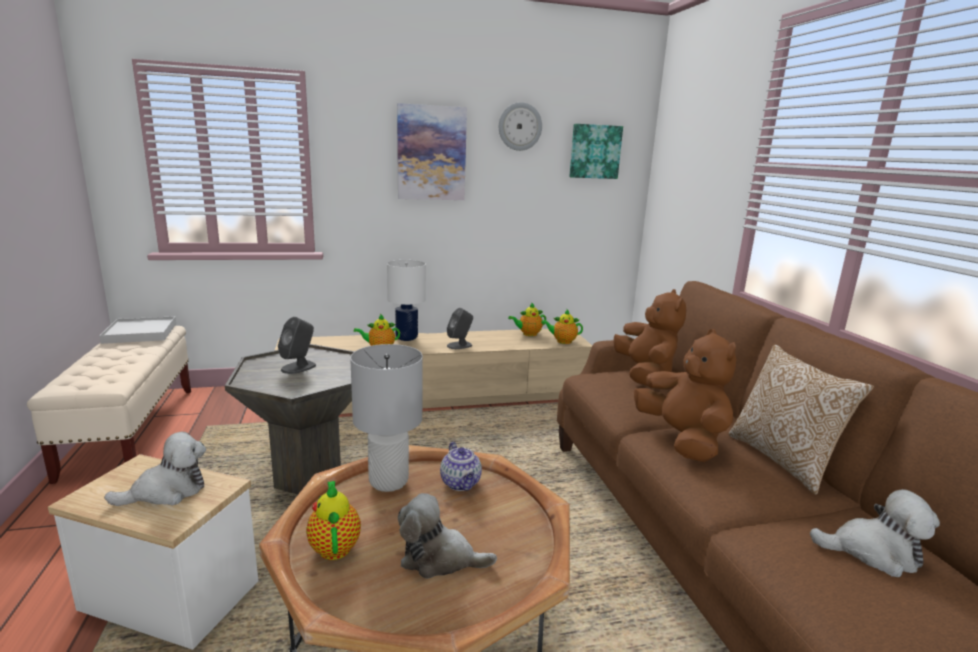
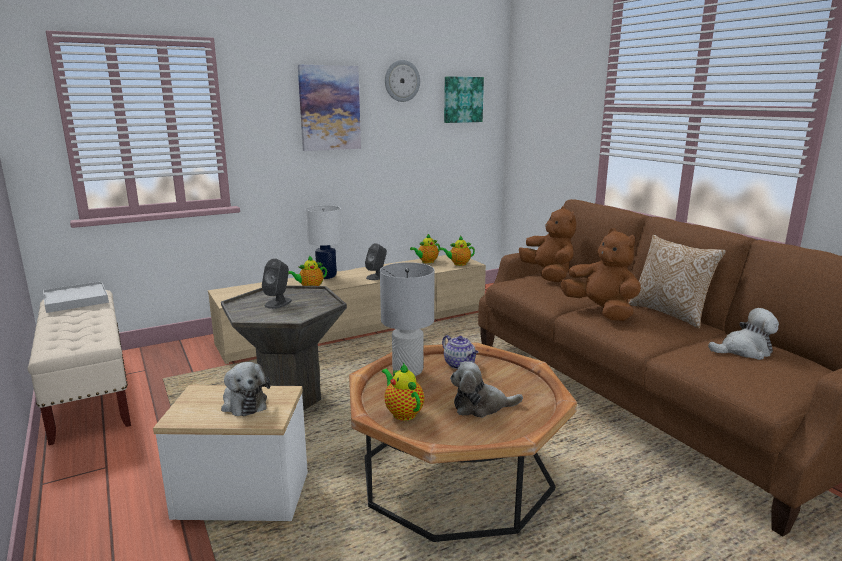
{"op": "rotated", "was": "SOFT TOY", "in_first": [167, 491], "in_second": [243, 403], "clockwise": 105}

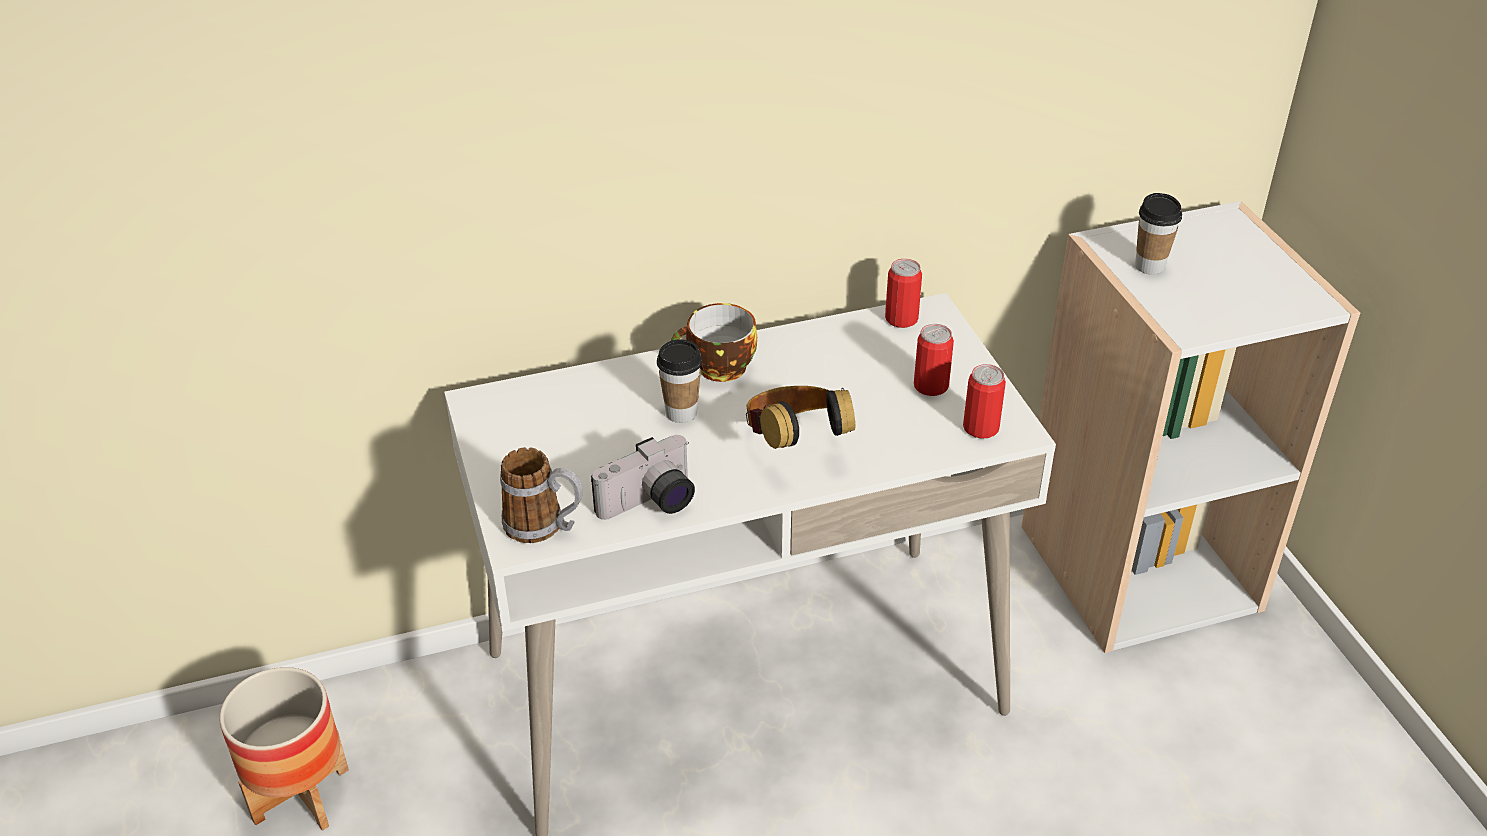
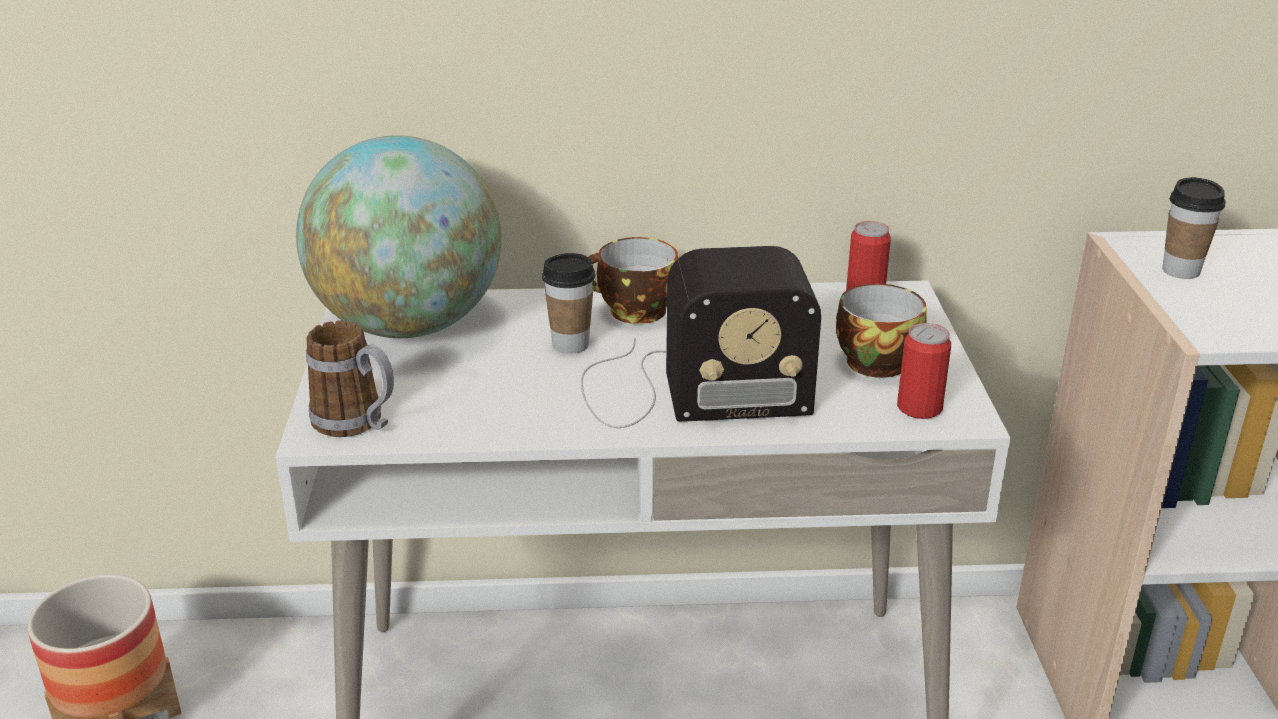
{"op": "new", "now": "DESK GLOBE", "in_second": [409, 325]}
{"op": "swapped", "was": "HEADSET", "now": "RADIO RECEIVER", "in_first": [795, 443], "in_second": [686, 390]}
{"op": "swapped", "was": "METAL CAN", "now": "CUP", "in_first": [930, 386], "in_second": [873, 360]}
{"op": "gone", "was": "PHOTO CAMERA", "in_first": [651, 504]}

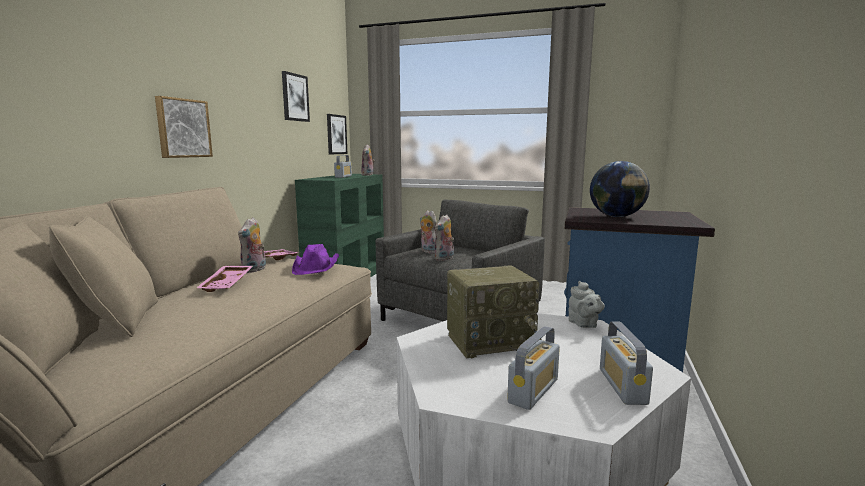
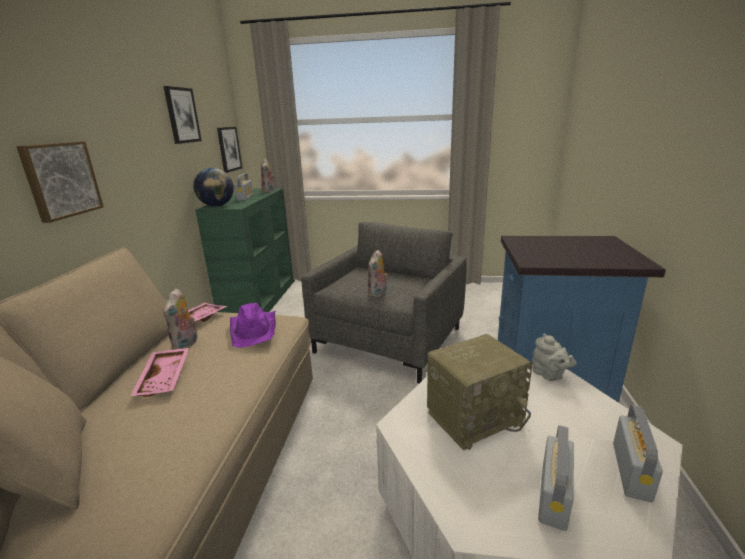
{"op": "shifted", "was": "DESK GLOBE", "in_first": [616, 216], "in_second": [217, 206]}
{"op": "rotated", "was": "RADIO RECEIVER", "in_first": [622, 386], "in_second": [631, 471], "clockwise": -150}
{"op": "gone", "was": "SOFT TOY", "in_first": [428, 251]}

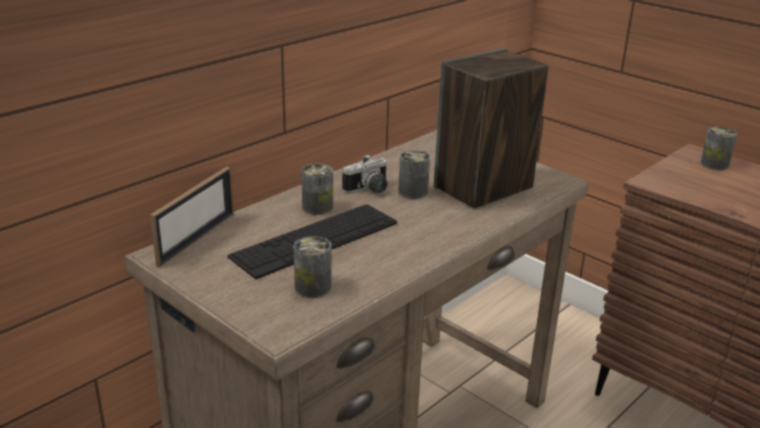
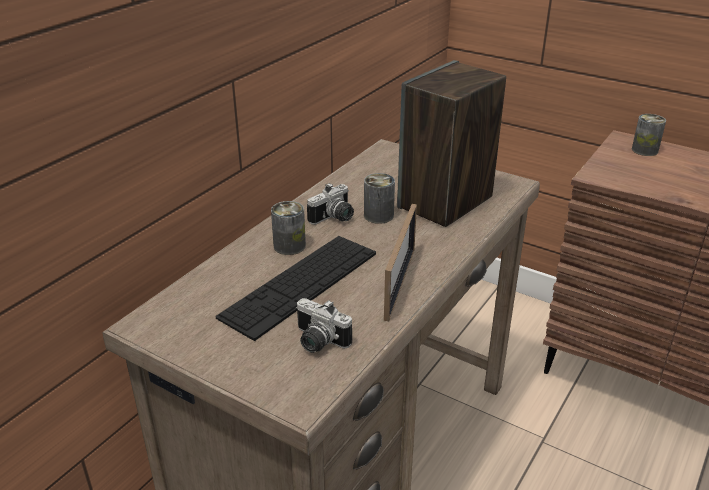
{"op": "swapped", "was": "METAL CAN", "now": "PHOTO CAMERA", "in_first": [313, 287], "in_second": [317, 342]}
{"op": "shifted", "was": "PHOTO FRAME", "in_first": [197, 239], "in_second": [399, 283]}

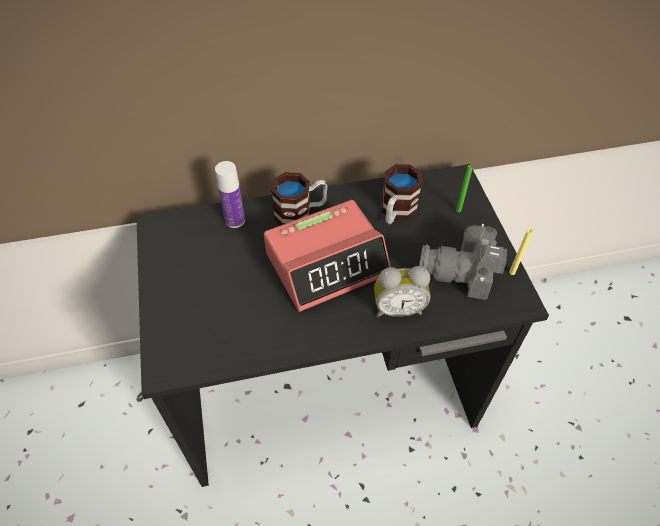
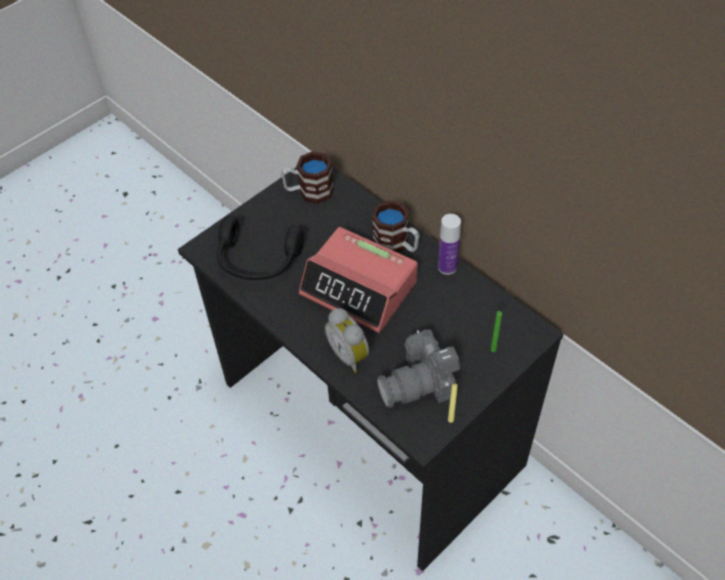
{"op": "new", "now": "BLACK-COLOURED HEADSET", "in_second": [257, 260]}
{"op": "shifted", "was": "MUG", "in_first": [396, 213], "in_second": [309, 192]}
{"op": "rotated", "was": "PHOTO CAMERA", "in_first": [462, 273], "in_second": [420, 383], "clockwise": -90}
{"op": "shifted", "was": "BEVERAGE BOTTLE", "in_first": [235, 220], "in_second": [447, 267]}

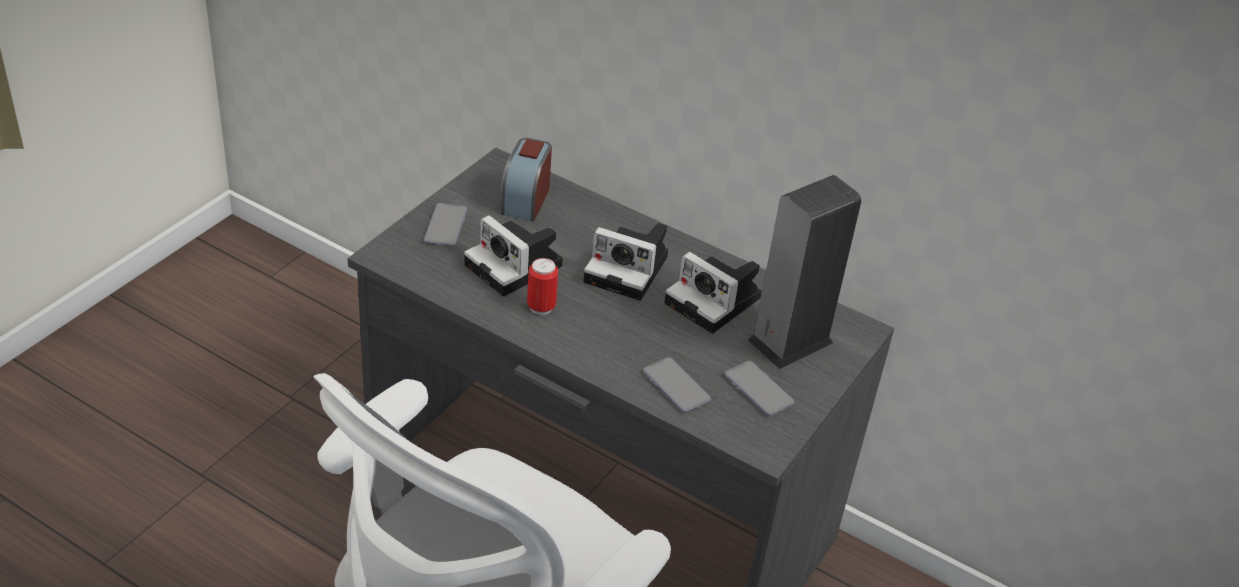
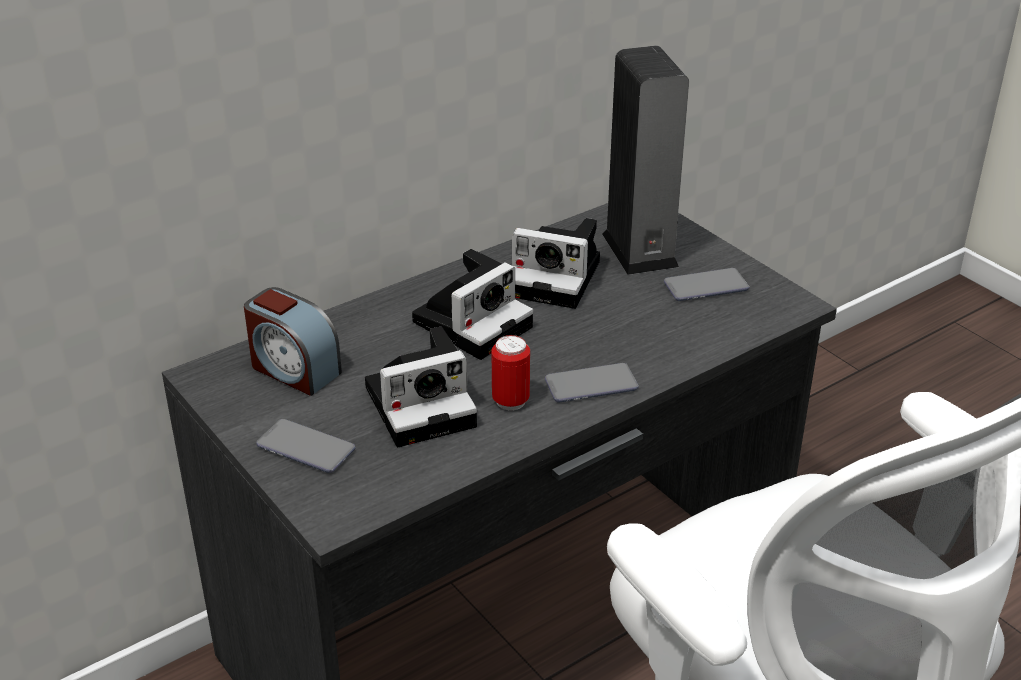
{"op": "rotated", "was": "PHOTO CAMERA", "in_first": [716, 302], "in_second": [557, 278], "clockwise": 45}
{"op": "shifted", "was": "HANDSET", "in_first": [676, 386], "in_second": [591, 385]}

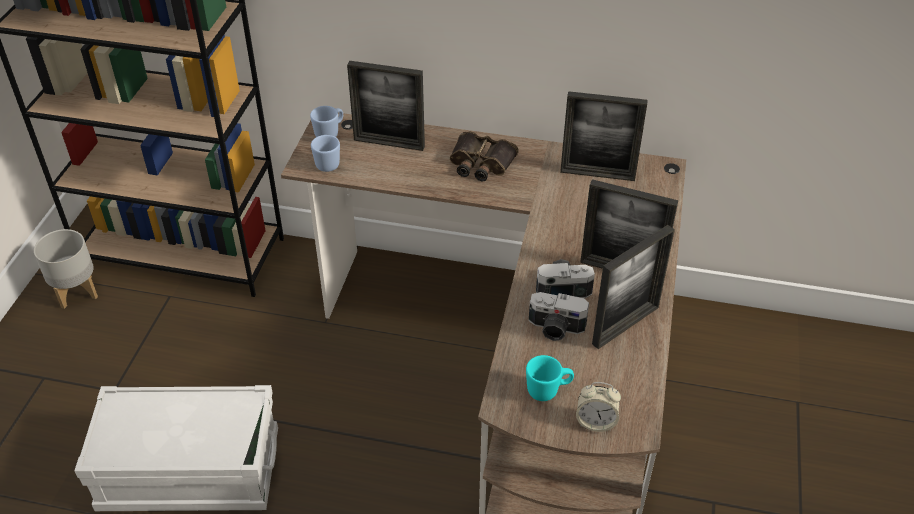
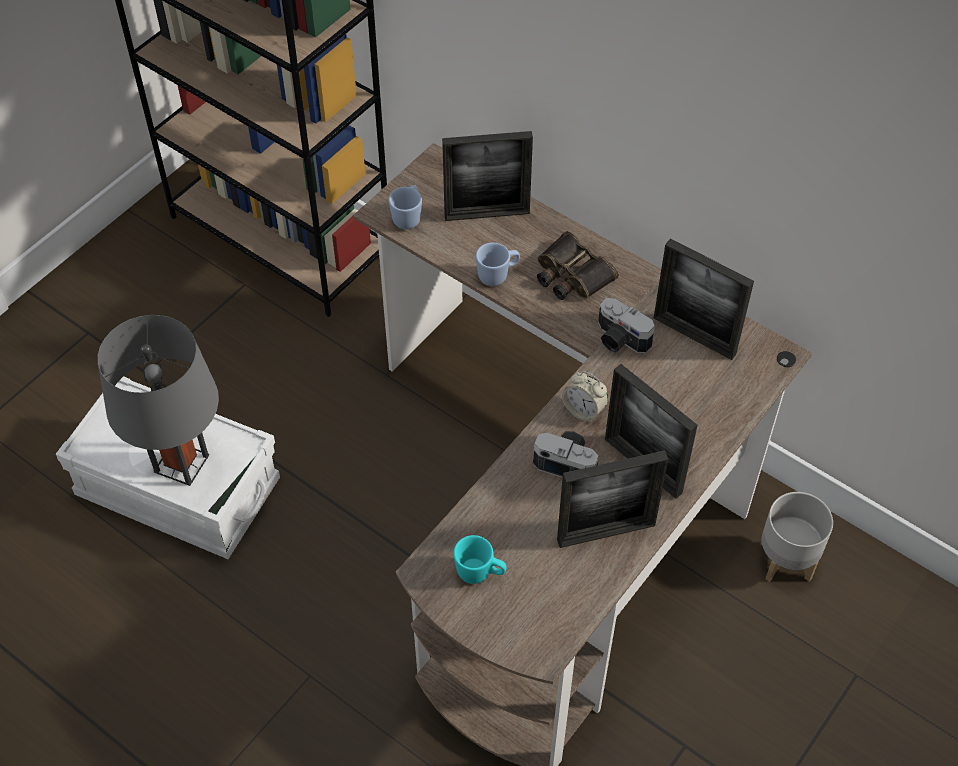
{"op": "new", "now": "GRAY TABLETOP LAMP", "in_second": [181, 463]}
{"op": "rotated", "was": "PHOTO FRAME", "in_first": [389, 143], "in_second": [487, 214], "clockwise": -45}
{"op": "shifted", "was": "BLUE MUG", "in_first": [330, 133], "in_second": [498, 275]}
{"op": "shifted", "was": "ALARM CLOCK", "in_first": [595, 422], "in_second": [583, 410]}
{"op": "shifted", "was": "PHOTO CAMERA", "in_first": [555, 329], "in_second": [619, 340]}
{"op": "shifted", "was": "GRAY PLANTER", "in_first": [77, 292], "in_second": [786, 561]}

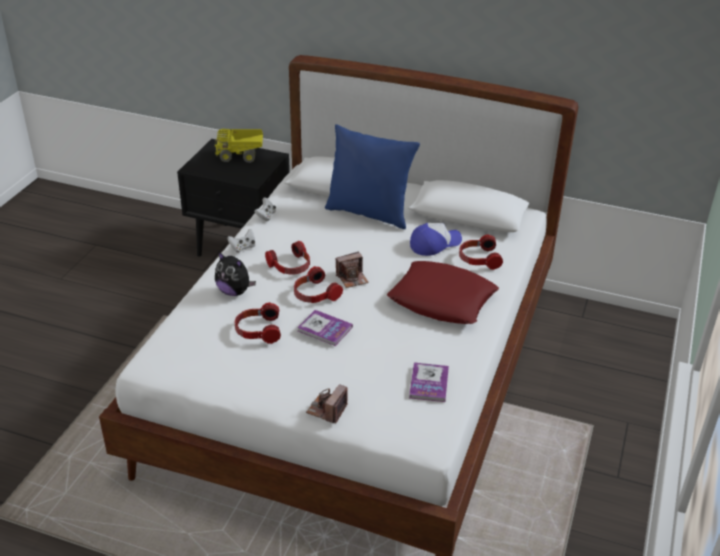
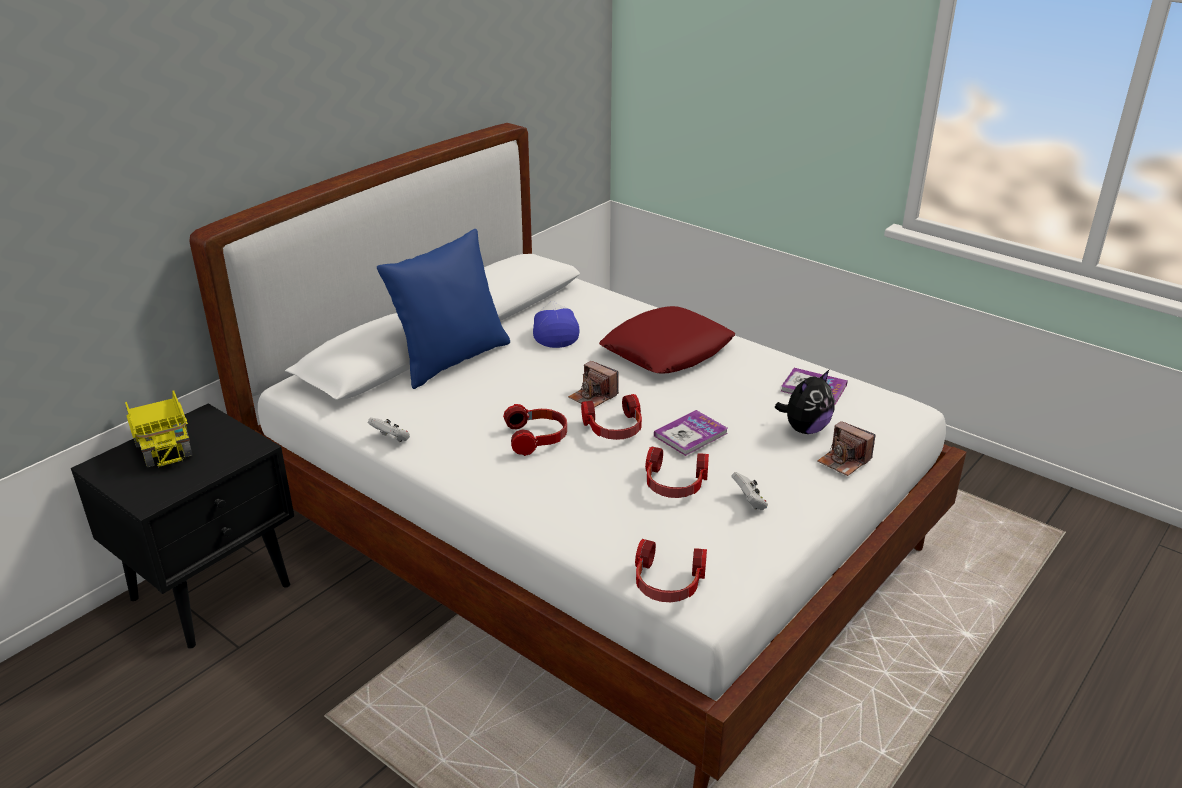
{"op": "rotated", "was": "TOY LORRY", "in_first": [241, 156], "in_second": [165, 446], "clockwise": -45}
{"op": "rotated", "was": "PHOTO CAMERA", "in_first": [352, 278], "in_second": [593, 397], "clockwise": 135}
{"op": "shifted", "was": "HEADSET", "in_first": [478, 259], "in_second": [667, 584]}
{"op": "shifted", "was": "WHITE-COLOURED GAMEPAD", "in_first": [243, 247], "in_second": [749, 502]}
{"op": "shifted", "was": "SOFT TOY", "in_first": [234, 291], "in_second": [805, 429]}

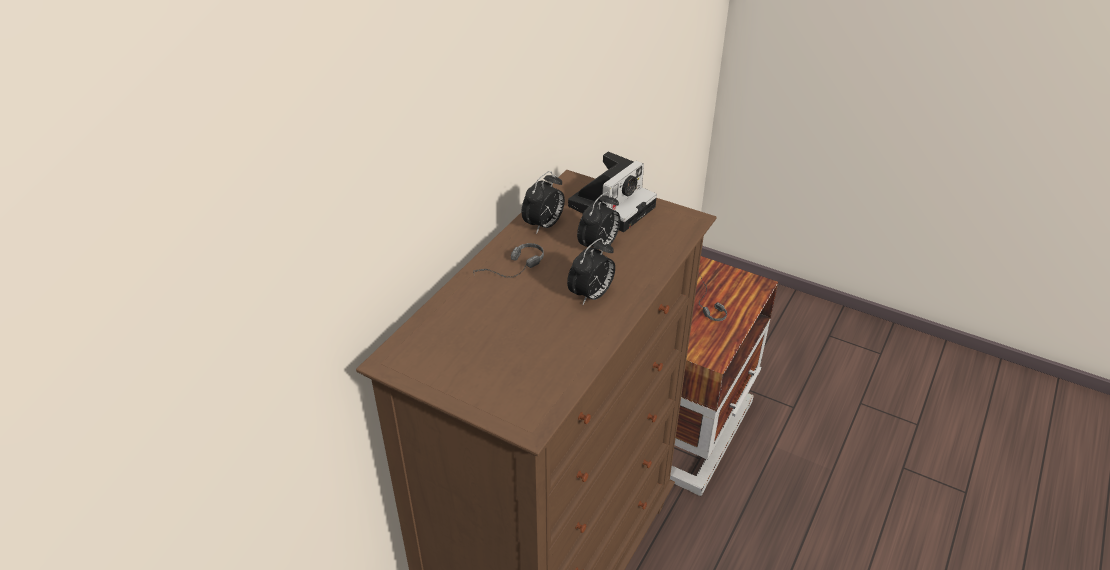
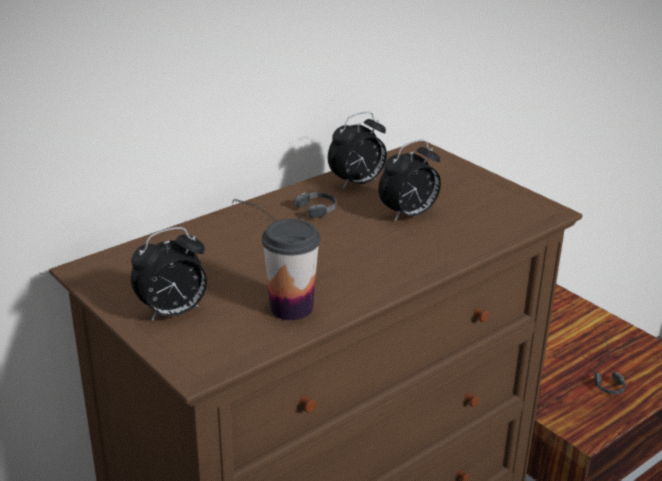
{"op": "shifted", "was": "ALARM CLOCK", "in_first": [591, 296], "in_second": [173, 313]}
{"op": "new", "now": "CUP", "in_second": [291, 308]}
{"op": "gone", "was": "PHOTO CAMERA", "in_first": [612, 205]}

